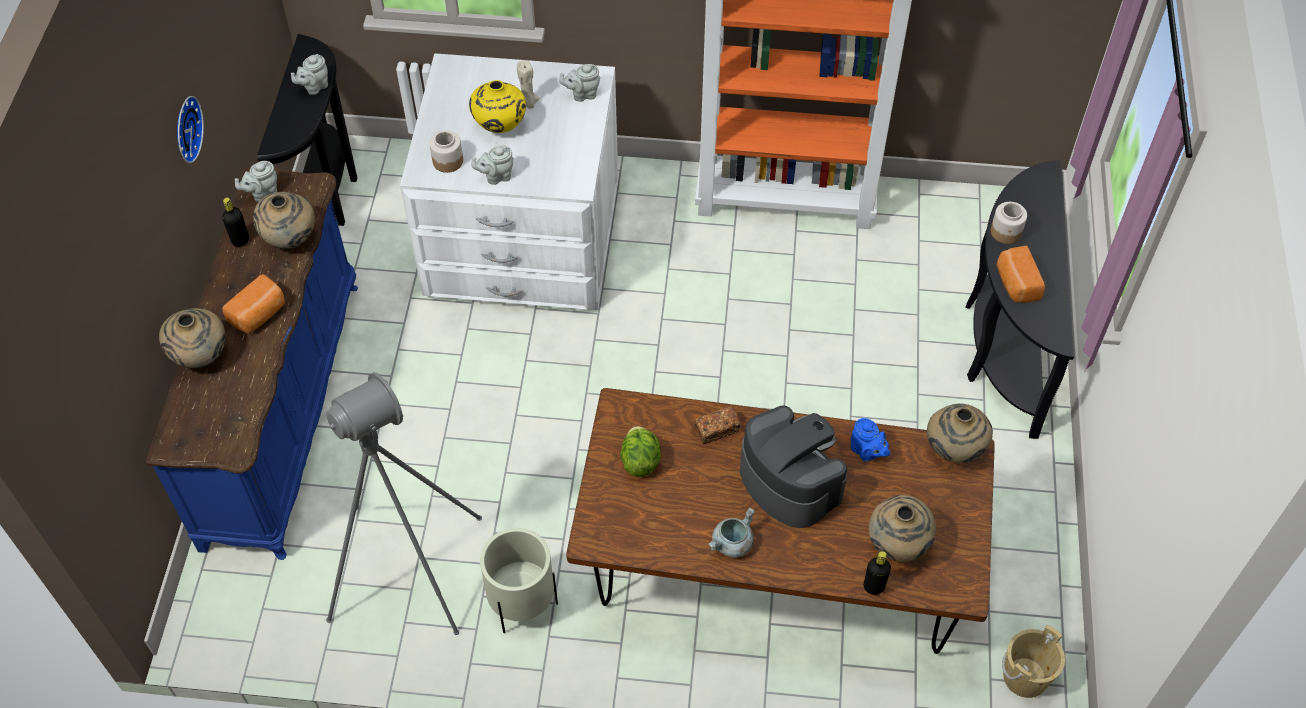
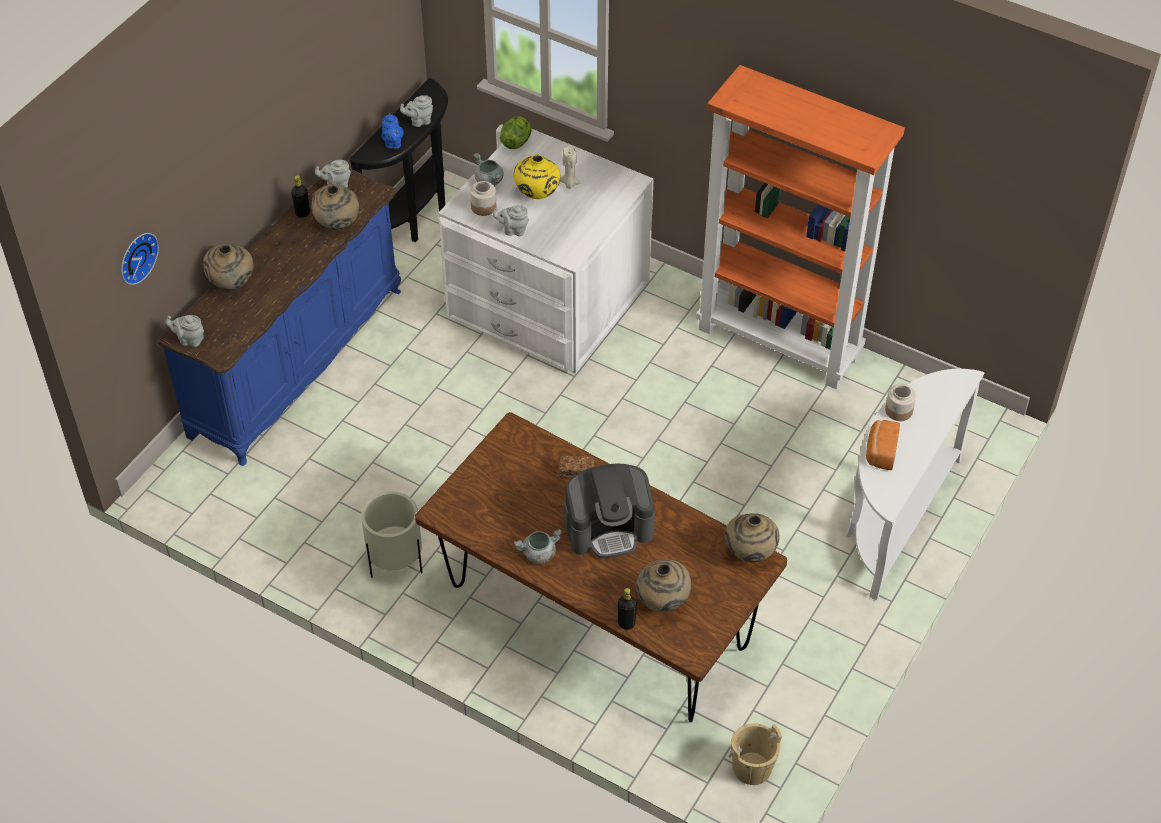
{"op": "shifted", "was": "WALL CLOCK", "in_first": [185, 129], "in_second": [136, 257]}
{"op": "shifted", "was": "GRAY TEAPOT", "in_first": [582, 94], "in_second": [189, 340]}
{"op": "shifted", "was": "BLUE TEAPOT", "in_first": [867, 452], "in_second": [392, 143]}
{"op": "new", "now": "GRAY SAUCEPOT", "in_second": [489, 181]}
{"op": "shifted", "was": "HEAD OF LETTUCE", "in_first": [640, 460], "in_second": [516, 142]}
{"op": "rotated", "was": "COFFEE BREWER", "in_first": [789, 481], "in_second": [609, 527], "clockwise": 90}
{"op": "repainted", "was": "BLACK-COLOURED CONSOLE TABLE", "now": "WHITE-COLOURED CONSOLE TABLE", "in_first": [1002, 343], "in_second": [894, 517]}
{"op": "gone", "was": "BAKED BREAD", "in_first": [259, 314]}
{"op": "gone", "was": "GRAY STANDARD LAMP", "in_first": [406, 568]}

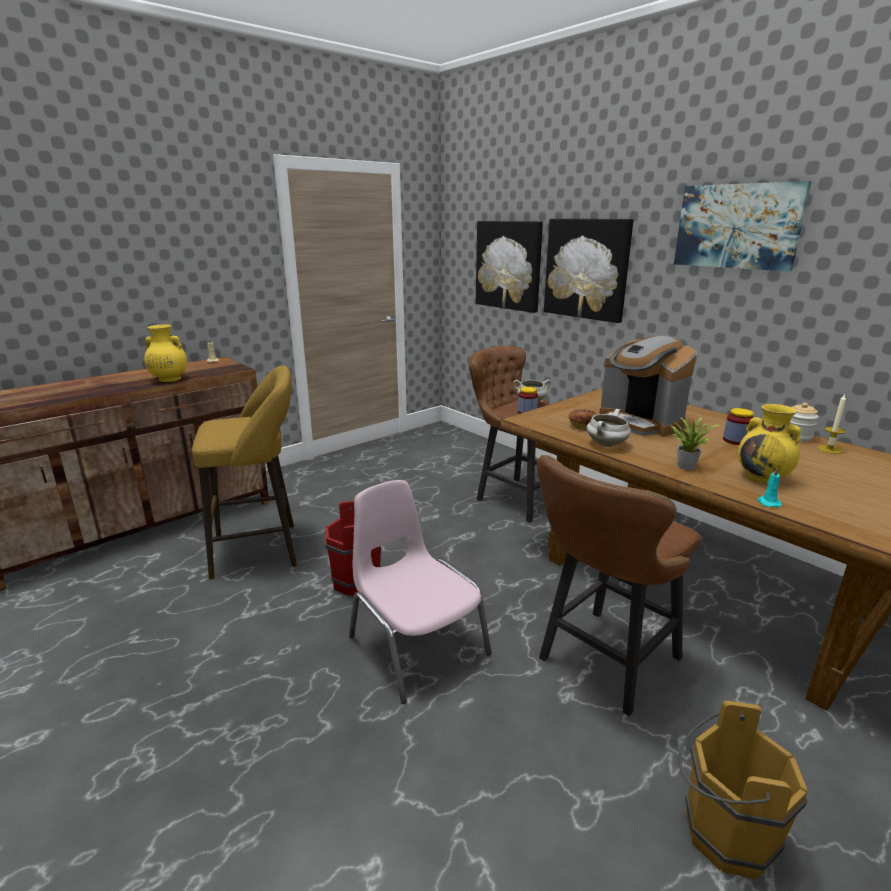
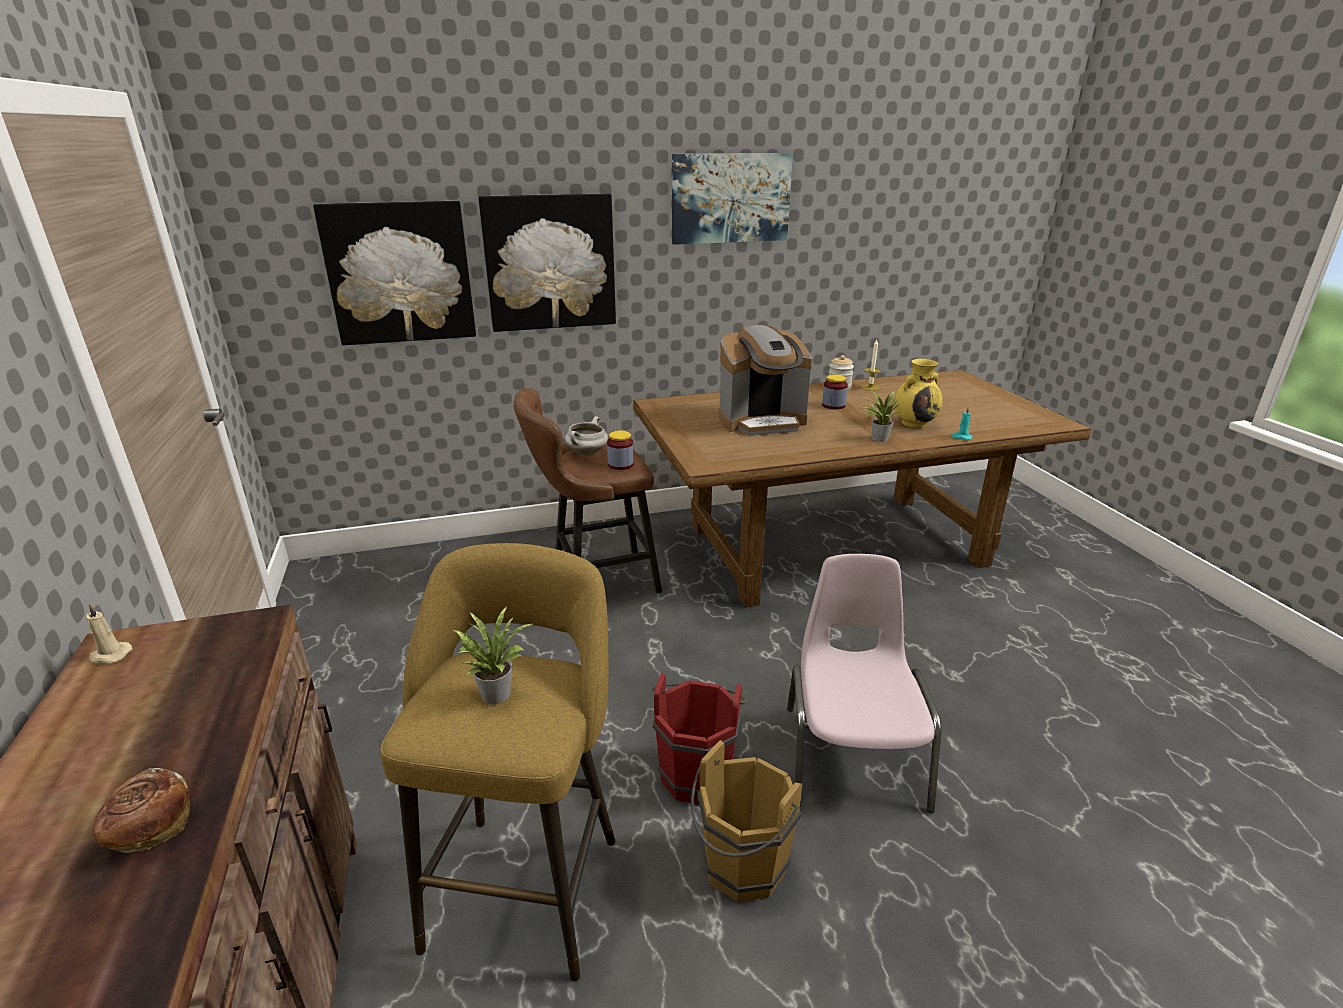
{"op": "shifted", "was": "BAKED BREAD", "in_first": [582, 426], "in_second": [150, 828]}
{"op": "new", "now": "HOUSEPLANT", "in_second": [495, 691]}
{"op": "shifted", "was": "BROWN BUCKET", "in_first": [720, 834], "in_second": [740, 870]}
{"op": "rotated", "was": "PINKISH PLAIN CHAIR", "in_first": [416, 644], "in_second": [852, 754], "clockwise": 105}
{"op": "gone", "was": "YELLOWISH VASE", "in_first": [169, 379]}
{"op": "gone", "was": "BROWN STOOL SEAT", "in_first": [600, 666]}
{"op": "gone", "was": "WHITE-COLOURED SAUCEPOT", "in_first": [606, 445]}

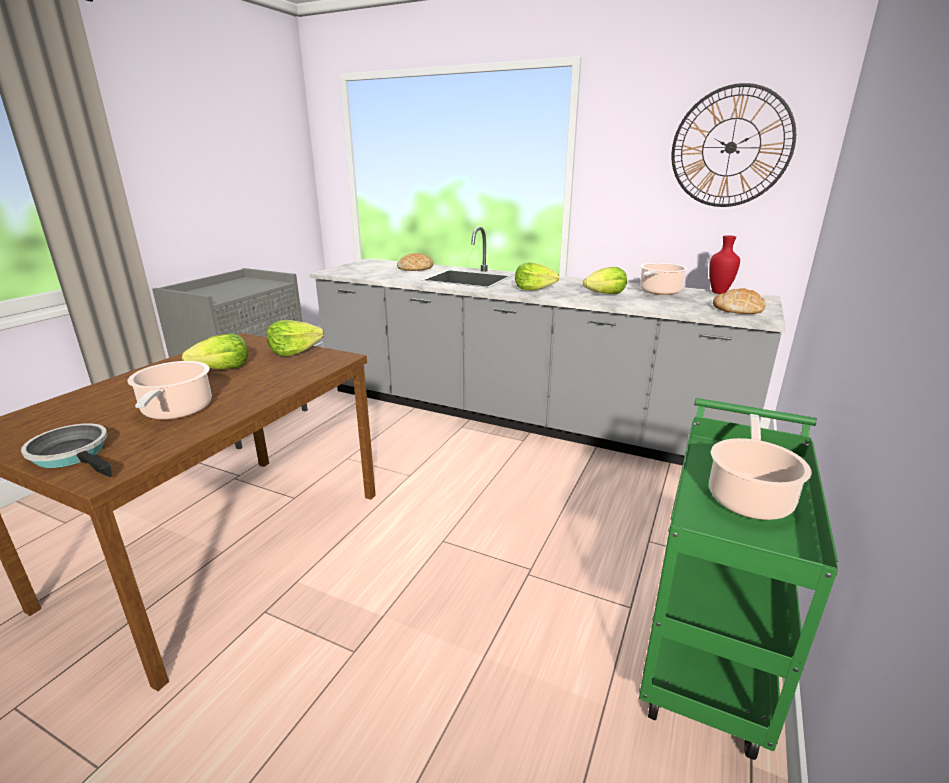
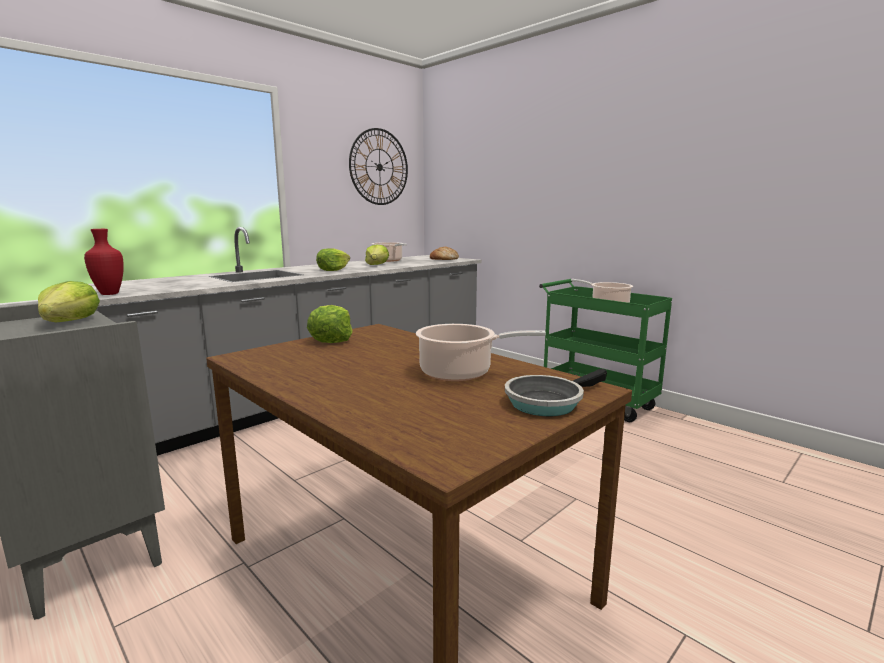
{"op": "shifted", "was": "HEAD OF LETTUCE", "in_first": [222, 369], "in_second": [70, 322]}
{"op": "shifted", "was": "RED-COLOURED VASE", "in_first": [718, 293], "in_second": [109, 294]}
{"op": "gone", "was": "BAKED BREAD", "in_first": [415, 268]}

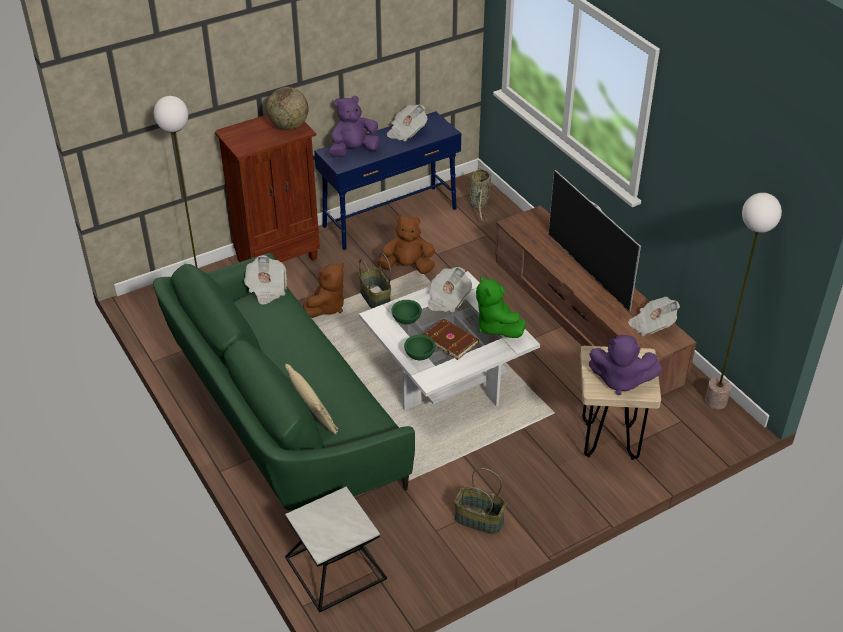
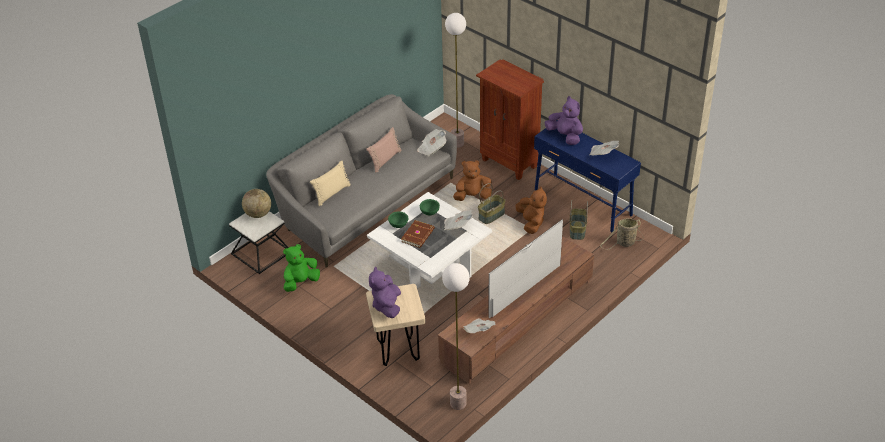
{"op": "shifted", "was": "DESK GLOBE", "in_first": [289, 126], "in_second": [258, 214]}
{"op": "repainted", "was": "GREEN COUCH", "now": "GRAY COUCH", "in_first": [282, 420], "in_second": [365, 204]}
{"op": "shifted", "was": "GREEN SOFT TOY", "in_first": [496, 326], "in_second": [301, 282]}
{"op": "new", "now": "BEIGE CUSHION", "in_second": [385, 160]}
{"op": "rotated", "was": "BROWN SOFT TOY", "in_first": [326, 307], "in_second": [472, 196], "clockwise": 150}
{"op": "shifted", "was": "HOUSEHOLD BASKET", "in_first": [478, 520], "in_second": [577, 230]}

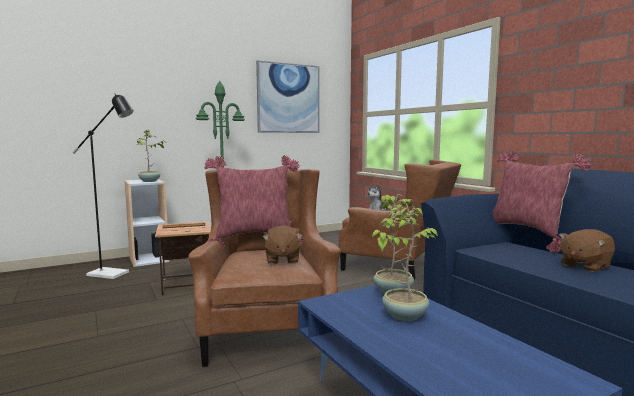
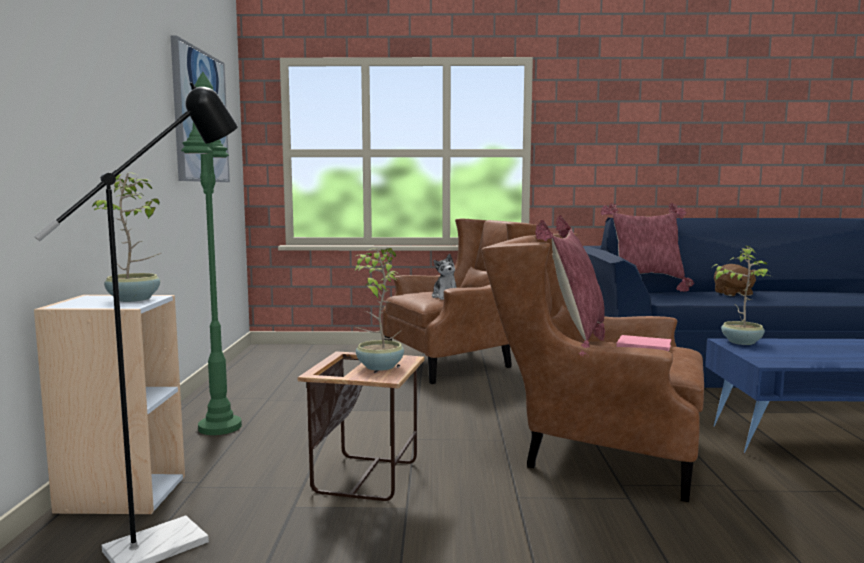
{"op": "shifted", "was": "HOUSEPLANT", "in_first": [403, 315], "in_second": [378, 367]}
{"op": "swapped", "was": "BROWN SOFT TOY", "now": "PINKISH BOOK", "in_first": [282, 259], "in_second": [642, 346]}

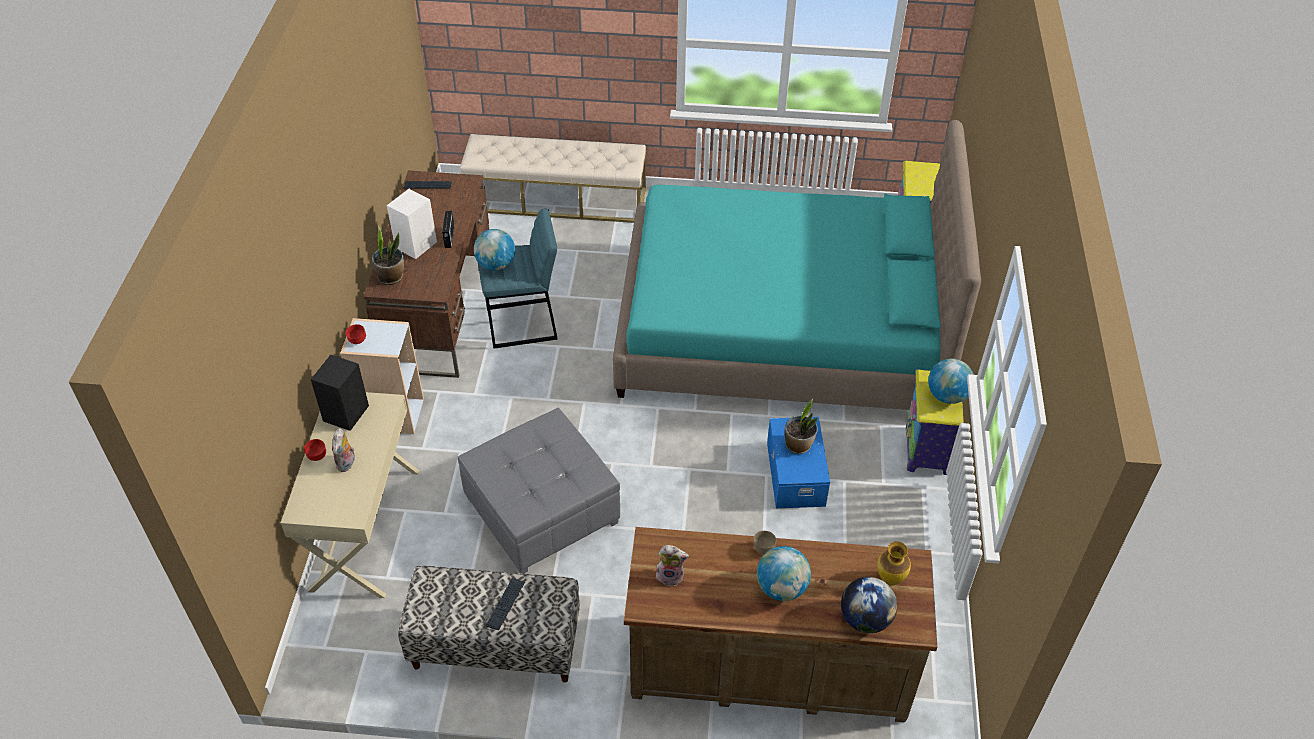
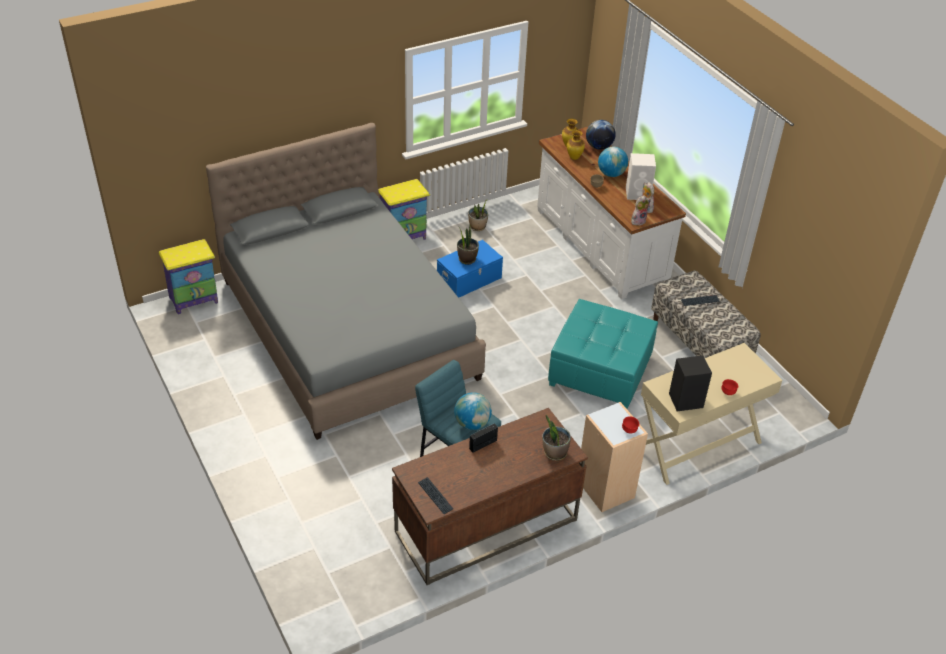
{"op": "repainted", "was": "TURQUOISE SLEEPING BED", "now": "GRAY SLEEPING BED", "in_first": [782, 329], "in_second": [348, 328]}
{"op": "new", "now": "HOUSEPLANT", "in_second": [477, 227]}
{"op": "repainted", "was": "GRAY POUFFE", "now": "TURQUOISE POUFFE", "in_first": [541, 510], "in_second": [600, 371]}
{"op": "new", "now": "VASE", "in_second": [574, 158]}
{"op": "shifted", "was": "WHITE-COLOURED LOUDSPEAKER", "in_first": [415, 245], "in_second": [638, 193]}
{"op": "shifted", "was": "SOFT TOY", "in_first": [347, 464], "in_second": [638, 221]}
{"op": "gone", "was": "BEIGE LONG SEAT", "in_first": [557, 199]}
{"op": "gone", "was": "DESK GLOBE", "in_first": [947, 396]}

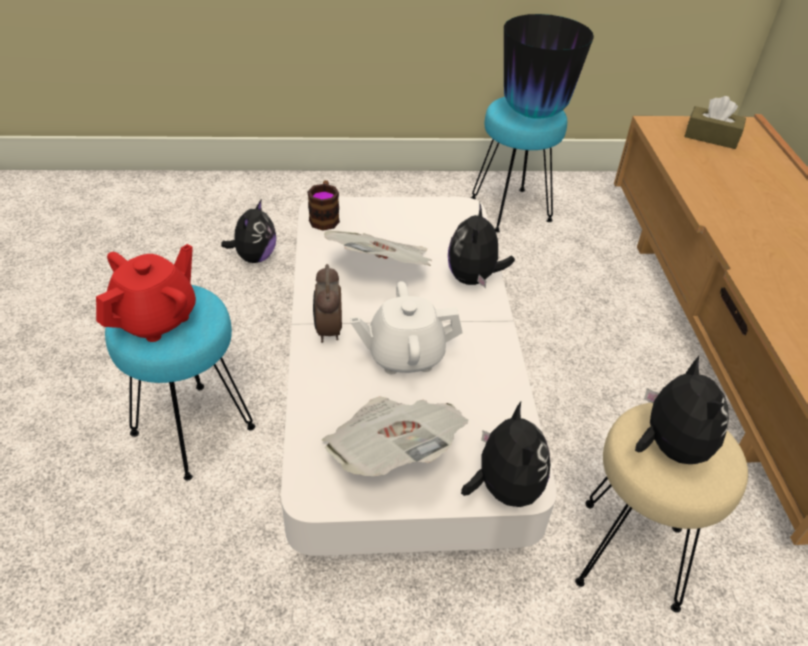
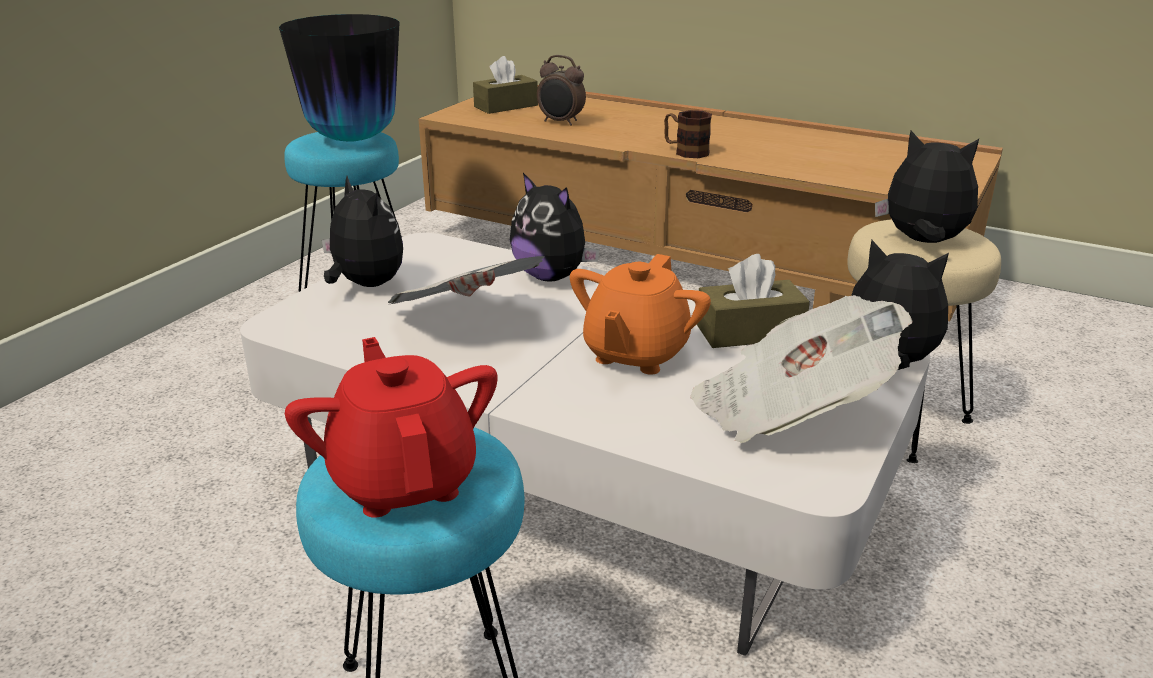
{"op": "shifted", "was": "SOFT TOY", "in_first": [254, 257], "in_second": [365, 285]}
{"op": "shifted", "was": "ALARM CLOCK", "in_first": [328, 331], "in_second": [561, 122]}
{"op": "repainted", "was": "WHITE-COLOURED TEAPOT", "now": "ORANGEY TEAPOT", "in_first": [405, 355], "in_second": [635, 354]}
{"op": "shifted", "was": "MUG", "in_first": [324, 217], "in_second": [685, 151]}
{"op": "new", "now": "BROWN TISSUE HOLDER", "in_second": [749, 332]}

